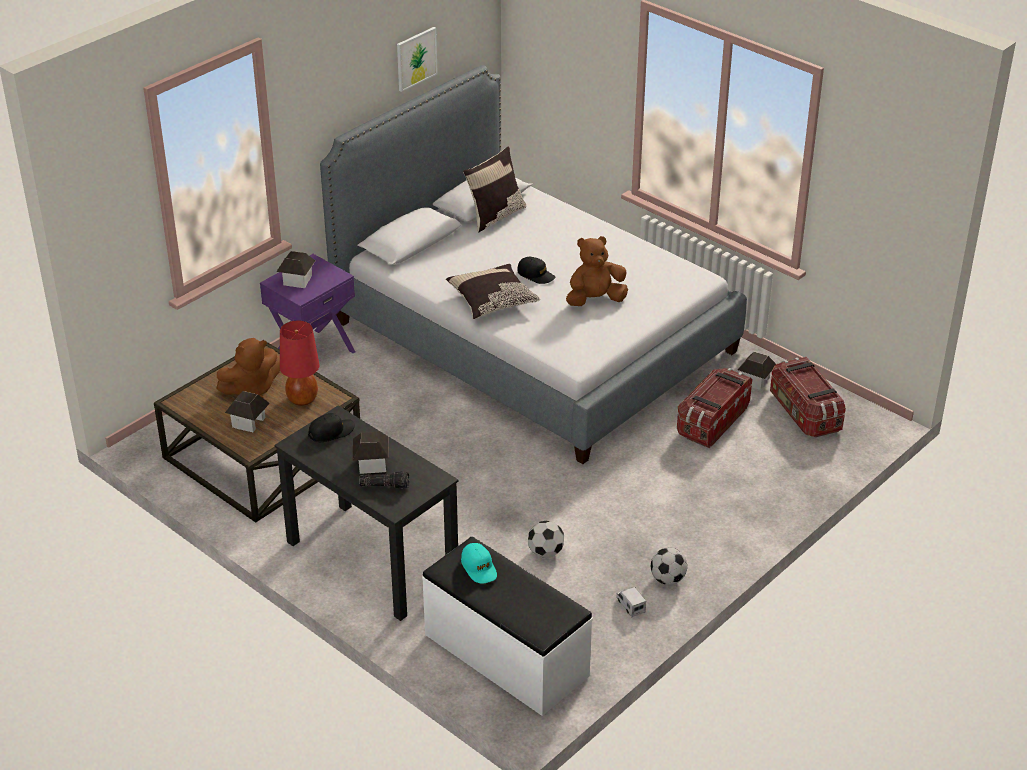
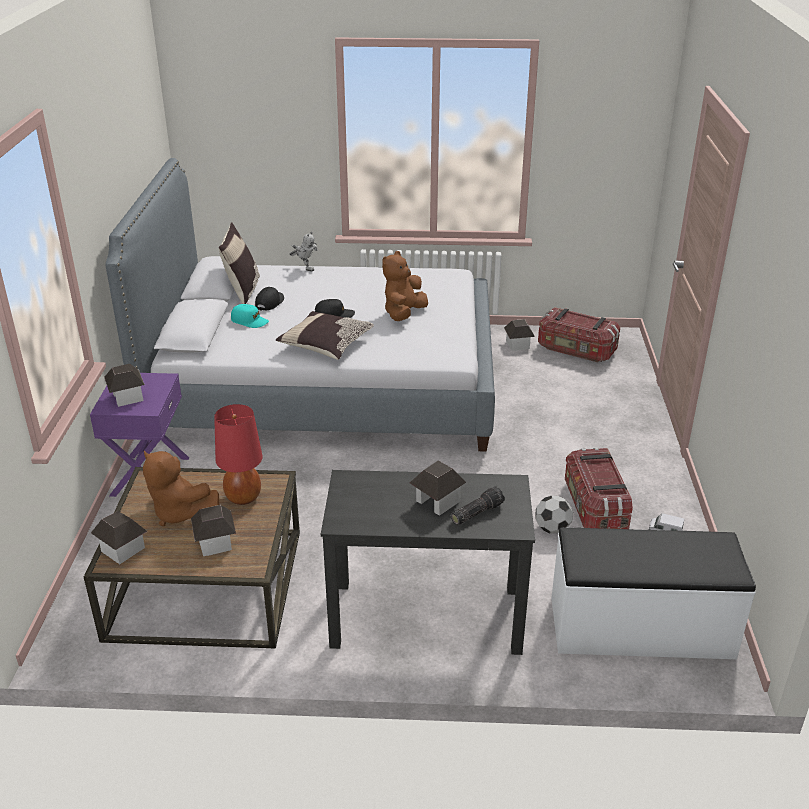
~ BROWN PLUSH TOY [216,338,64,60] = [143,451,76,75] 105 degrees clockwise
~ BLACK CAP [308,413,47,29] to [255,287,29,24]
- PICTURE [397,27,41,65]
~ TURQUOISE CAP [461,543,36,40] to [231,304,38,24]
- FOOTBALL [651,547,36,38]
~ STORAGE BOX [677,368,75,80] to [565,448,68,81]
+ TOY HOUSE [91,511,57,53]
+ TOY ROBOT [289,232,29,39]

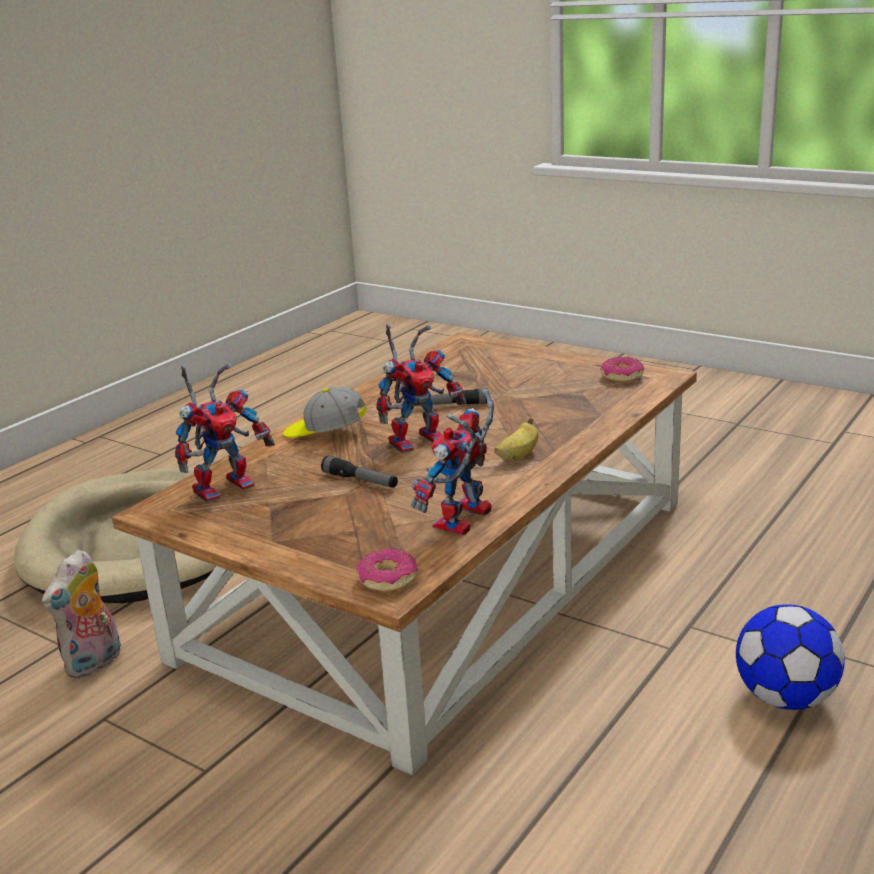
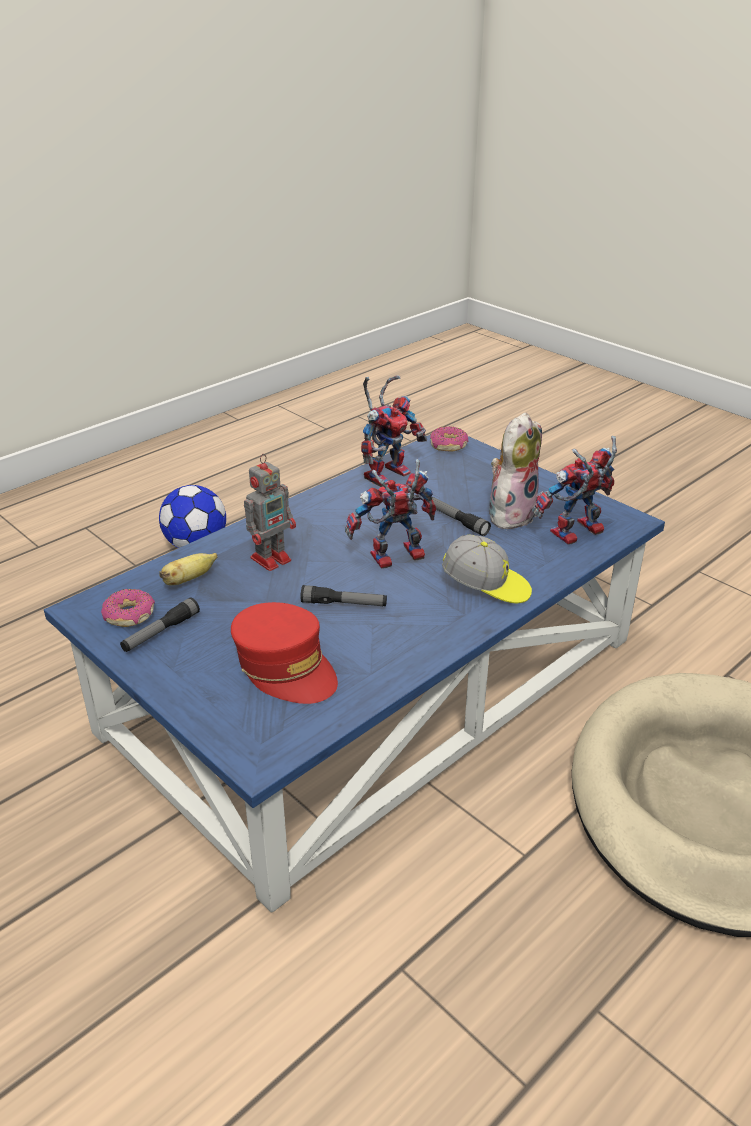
~ PLUSH TOY [42,549,79,130] to [489,412,53,117]
~ BROWN COFFEE TABLE [112,332,585,444] to BLUE COFFEE TABLE [44,434,621,479]
~ BANANA [494,418,45,43] to [159,553,58,32]
+ FLASHLIGHT [120,597,80,55]
+ RED CAP [231,602,107,102]
+ TOY ROBOT [244,454,52,117]

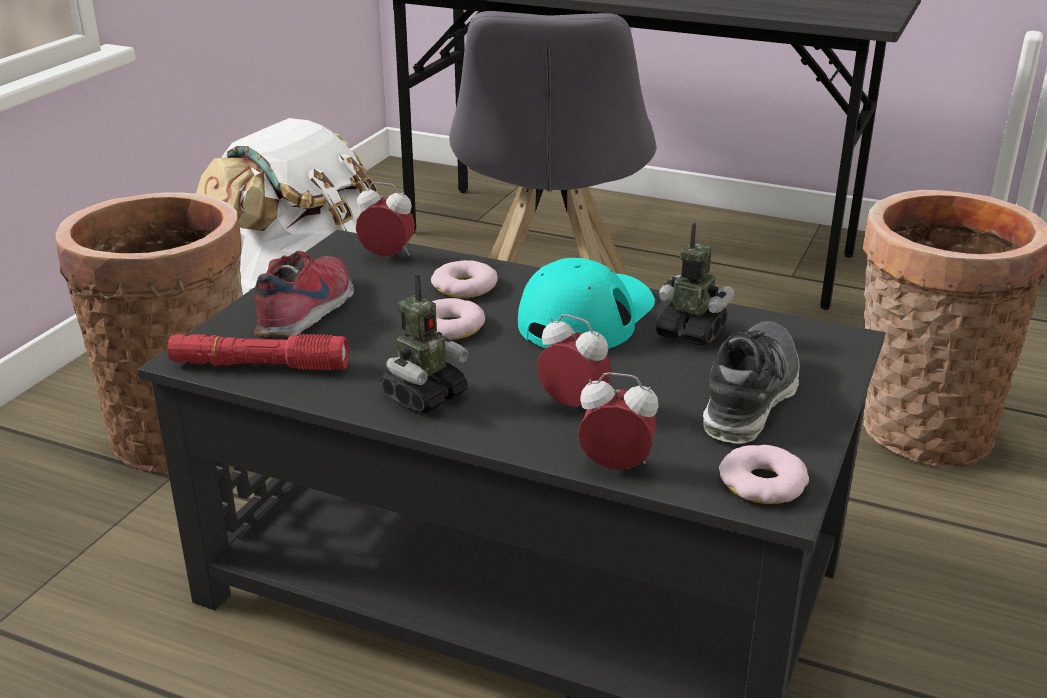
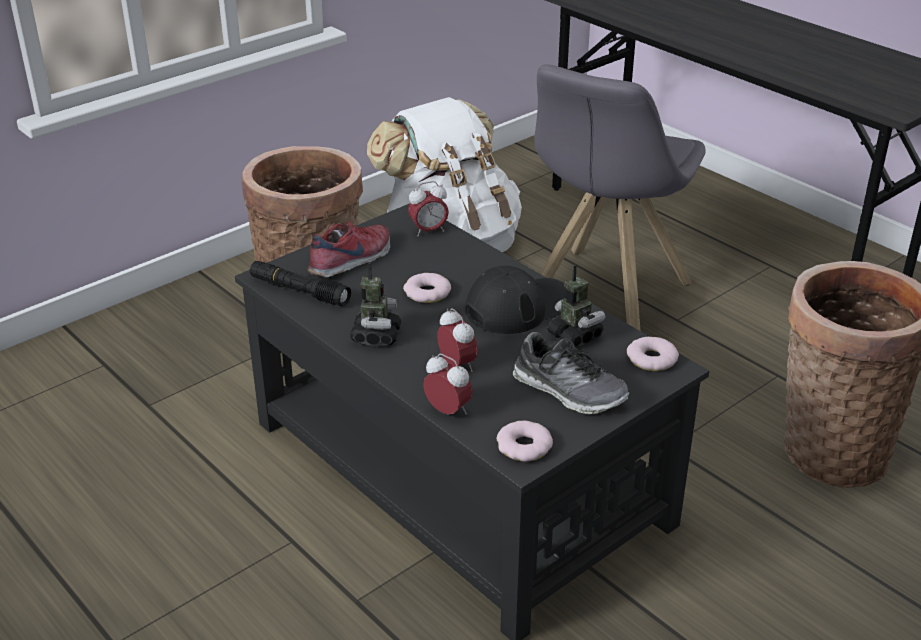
~ RED FLASHLIGHT [167,334,182,36] to BLACK FLASHLIGHT [250,261,101,45]
~ ALARM CLOCK [356,182,59,74] = [408,181,41,55] 120 degrees clockwise
~ TOY ROBOT [380,273,89,140] = [350,263,51,83] 60 degrees counterclockwise
~ DONUT [431,260,67,38] to [627,337,52,34]
~ TURQUOISE CAP [518,258,137,91] to BLACK CAP [466,265,99,69]
~ SHOE [703,321,96,123] = [513,332,117,82] 75 degrees clockwise

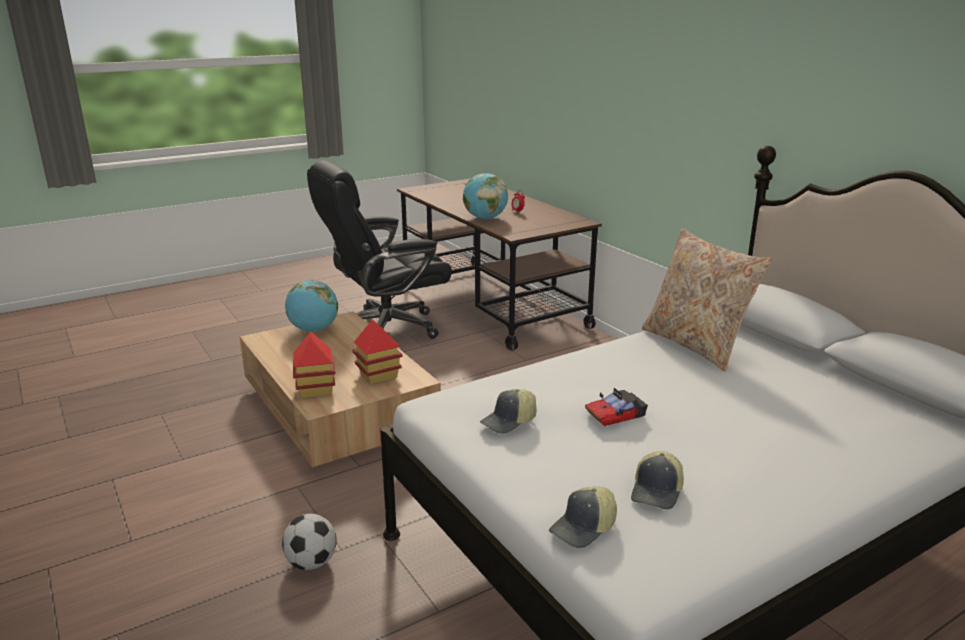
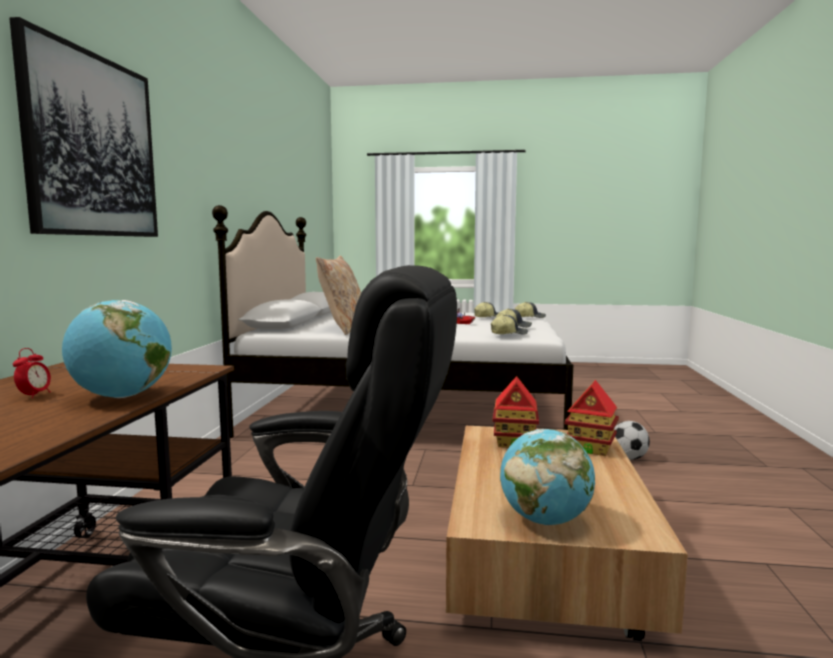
+ PICTURE [9,17,149,220]
+ CAP [491,315,37,20]

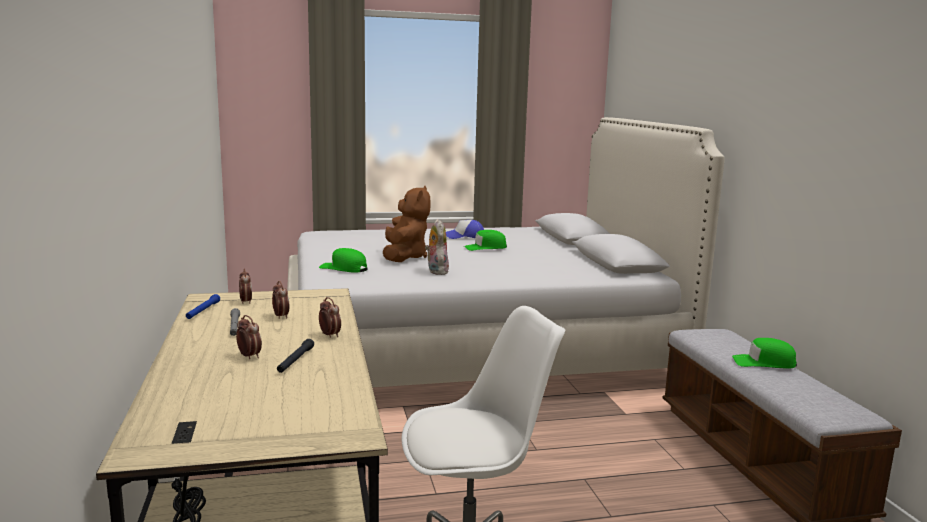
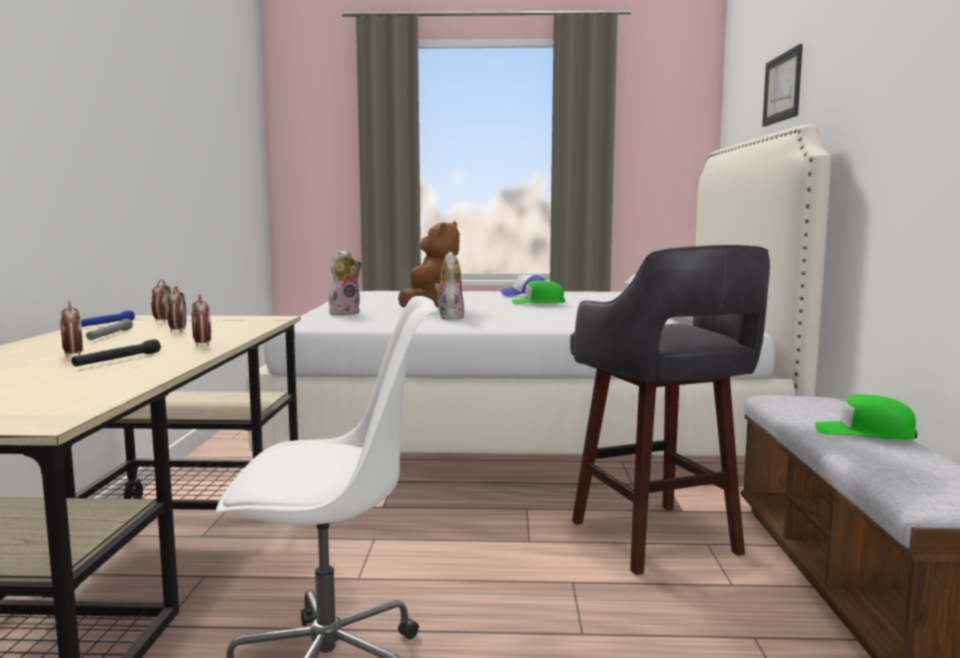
~ GREEN CAP [319,248,49,25] to PLUSH TOY [329,250,33,65]
+ GREY STOOL [570,245,200,330]
+ PICTURE [762,44,41,83]

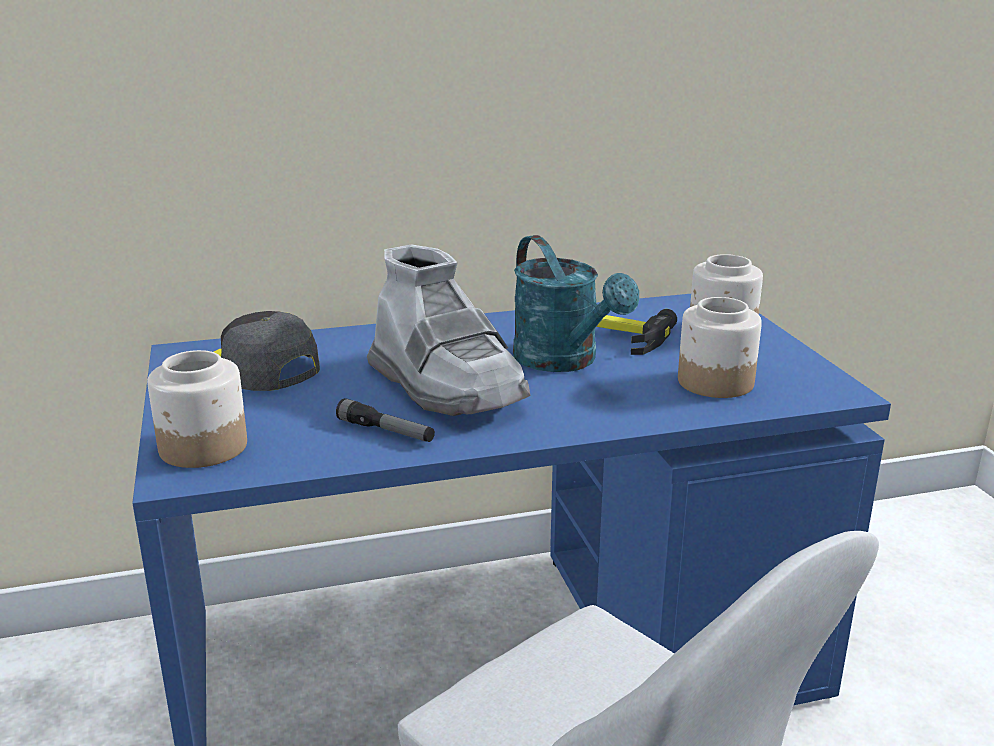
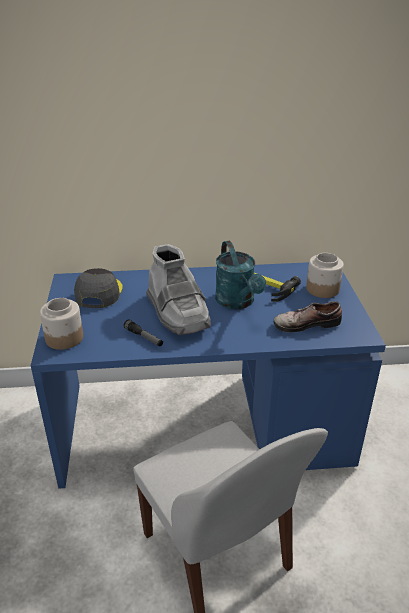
~ GREY CAP [214,311,106,80] = [74,268,49,40] 45 degrees clockwise
~ JAR [678,297,84,101] to SHOE [274,301,68,31]

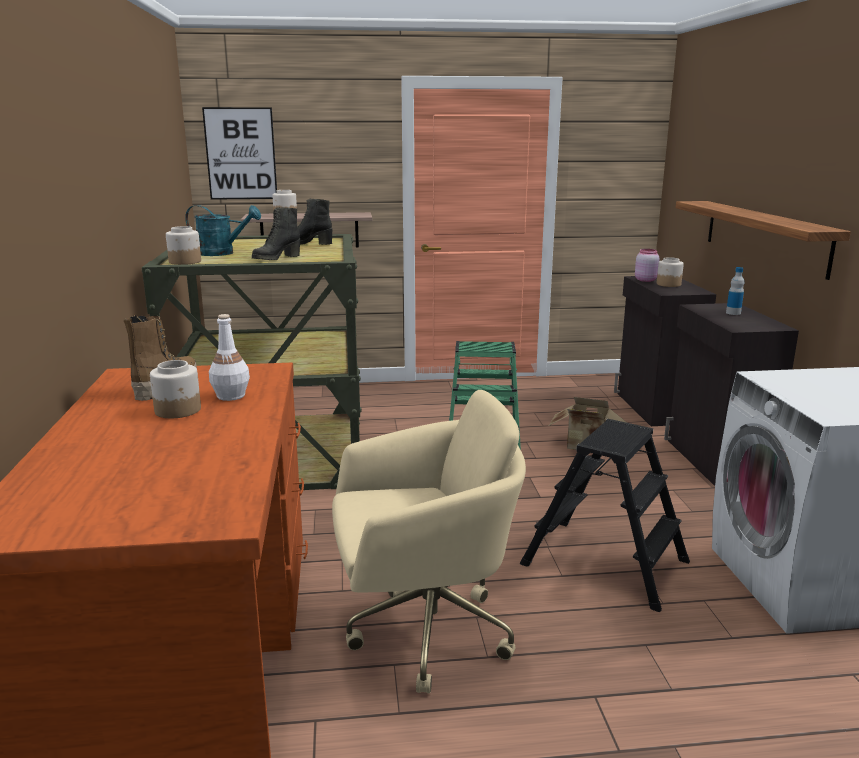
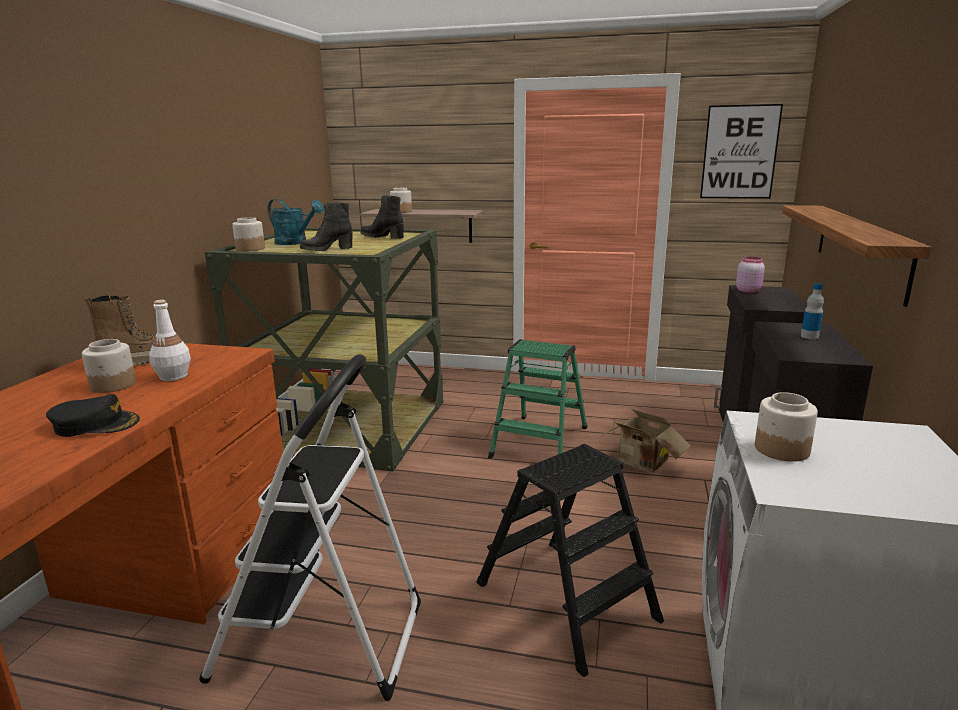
~ PICTURE [202,107,75,93] to [700,104,83,95]
~ BEIGE OFFICE CHAIR [332,390,194,303] to STEP LADDER [199,354,222,347]
~ JAR [657,257,27,30] to [755,392,63,70]
+ BLACK CAP [46,394,94,43]

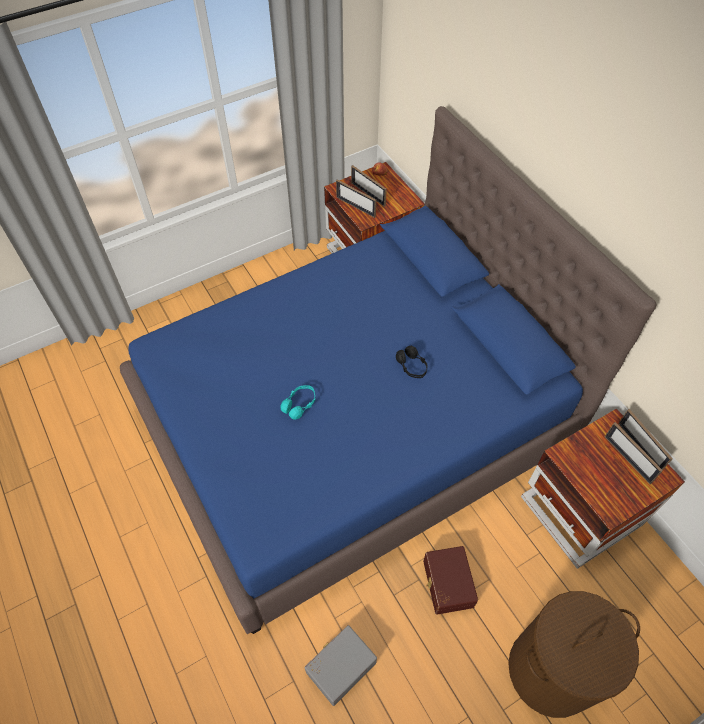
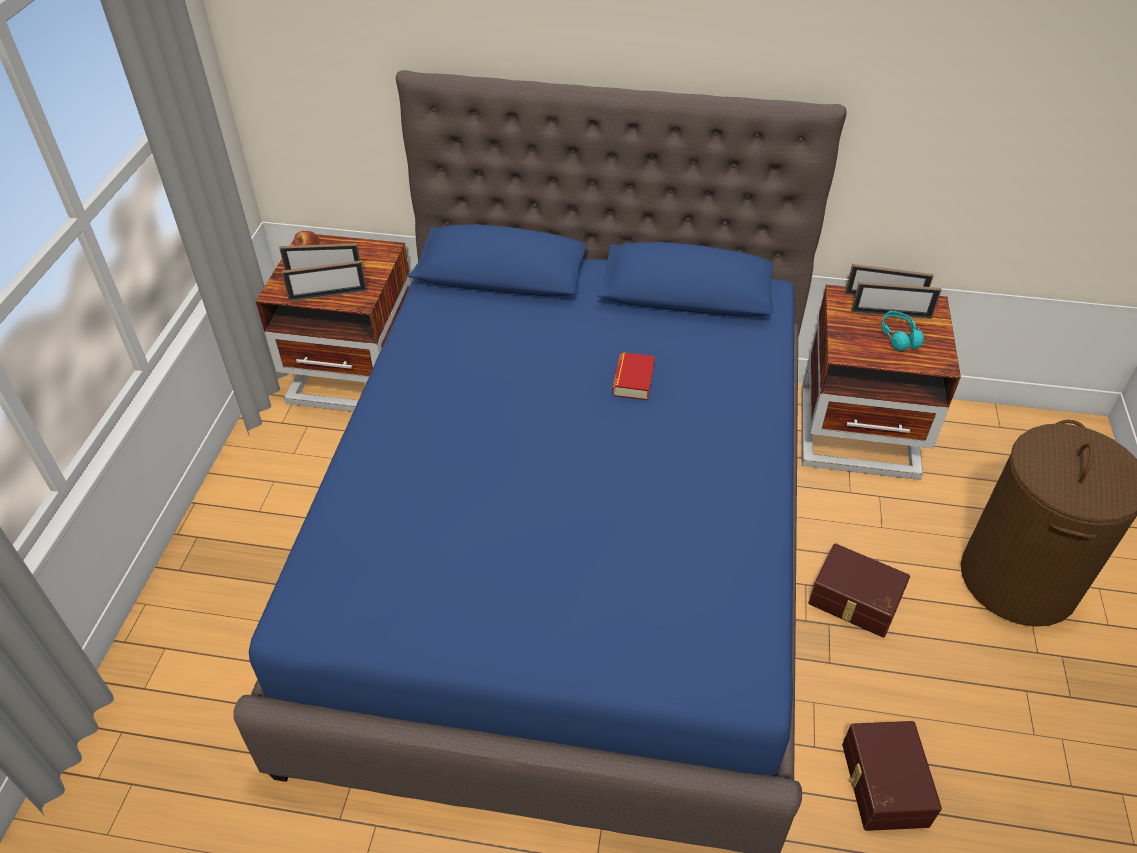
~ TURQUOISE HEADPHONES [281,385,34,35] to [881,311,43,40]
~ GREY STORAGE BOX [305,625,72,81] to BROWN STORAGE BOX [842,721,100,110]
~ BLACK HEADPHONES [396,345,32,33] to BOOK [612,352,43,48]

